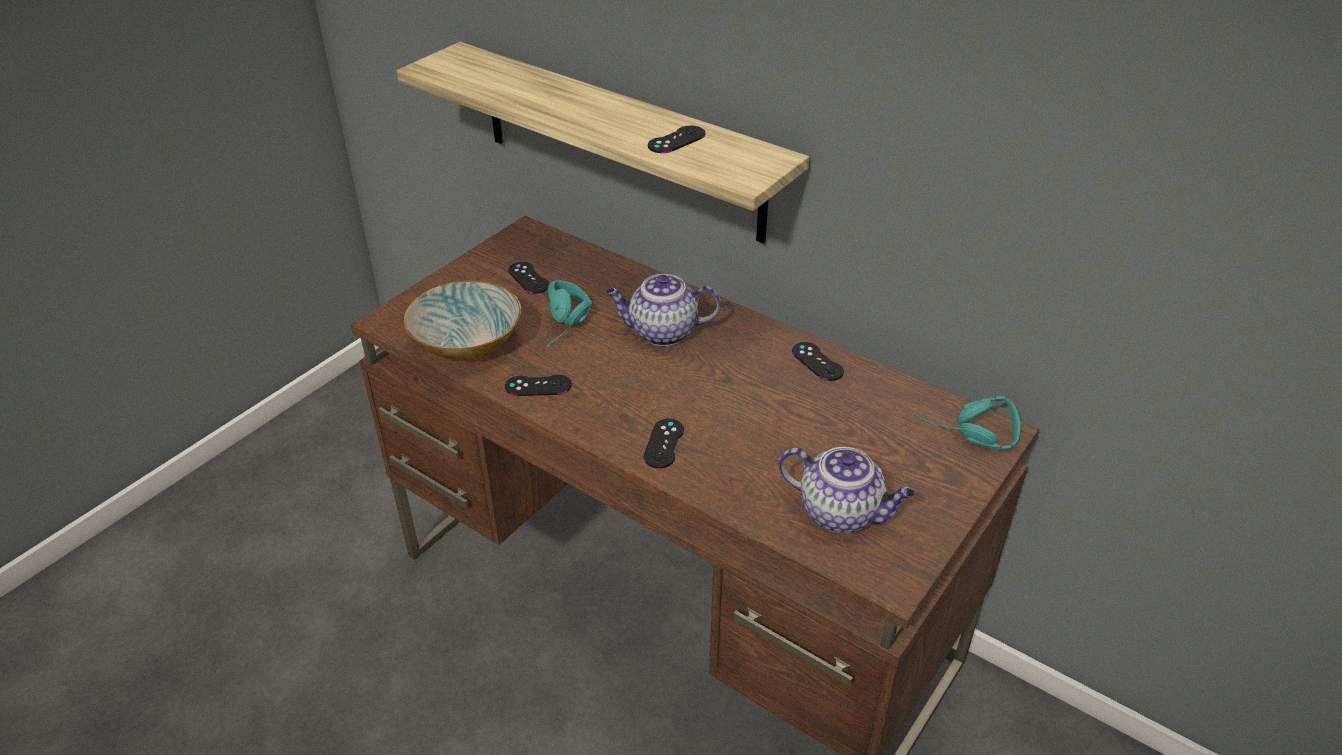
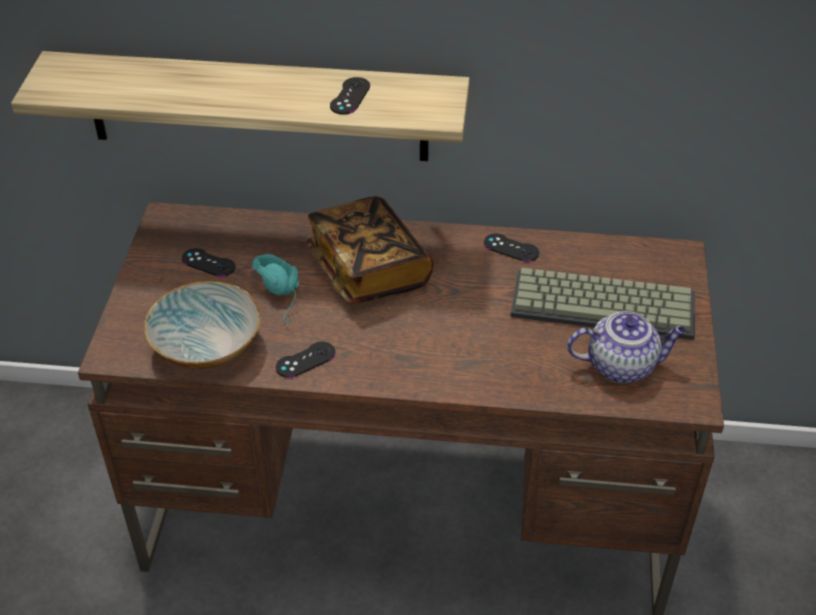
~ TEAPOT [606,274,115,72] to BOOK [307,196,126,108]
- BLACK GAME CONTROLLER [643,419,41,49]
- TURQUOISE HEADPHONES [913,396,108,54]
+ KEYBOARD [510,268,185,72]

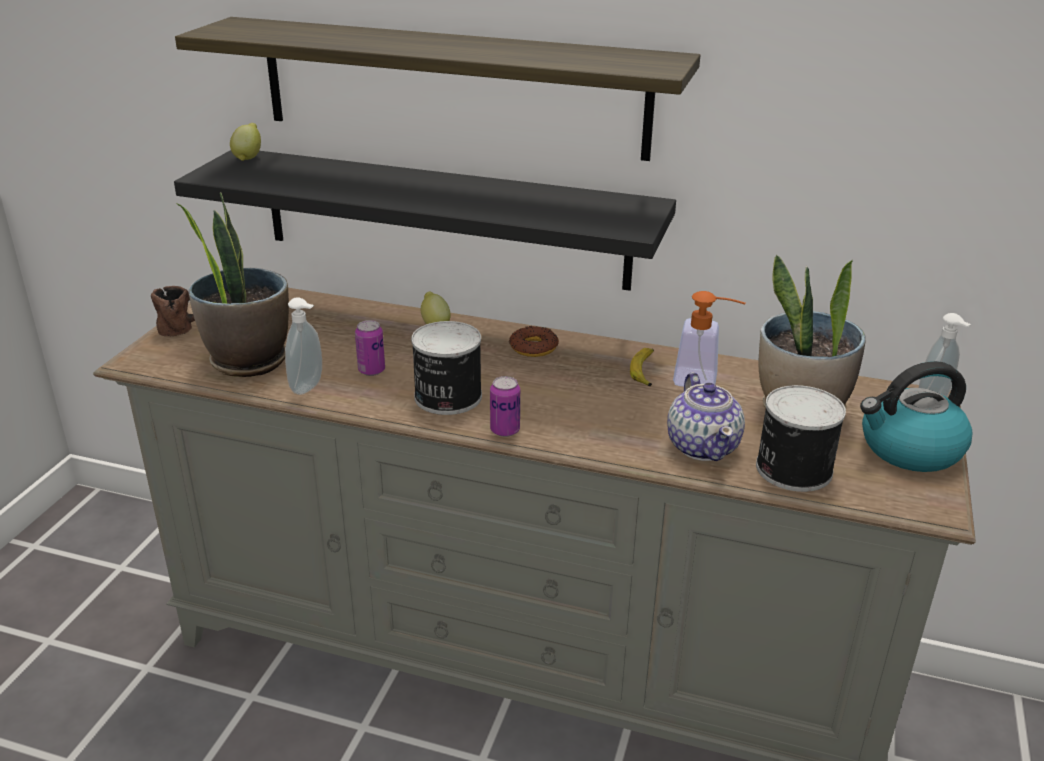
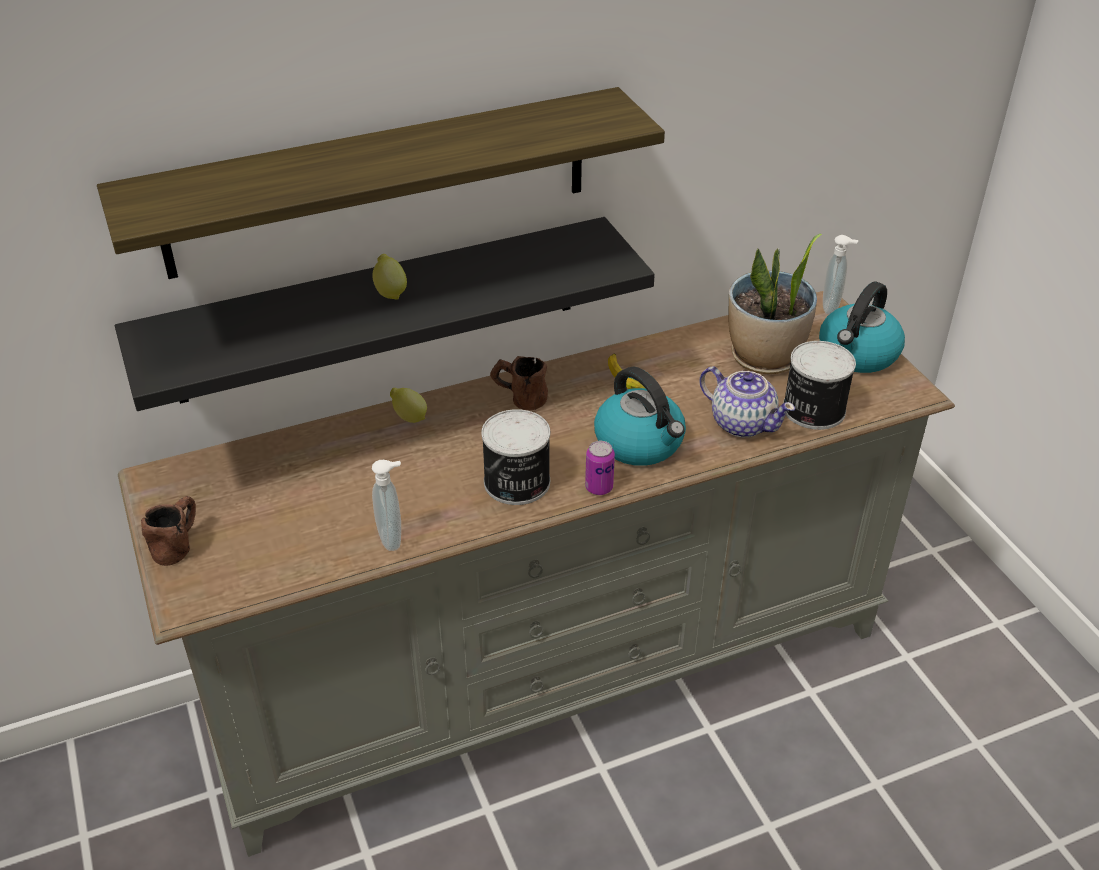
- POTTED PLANT [176,192,113,185]
~ LEMON [230,123,31,38] to [372,254,35,45]
- CAN [355,320,30,56]
~ DONUT [509,326,50,31] to BROWN MUG [490,356,58,54]
- SOAP DISPENSER [673,291,73,96]
+ KETTLE [594,366,92,100]

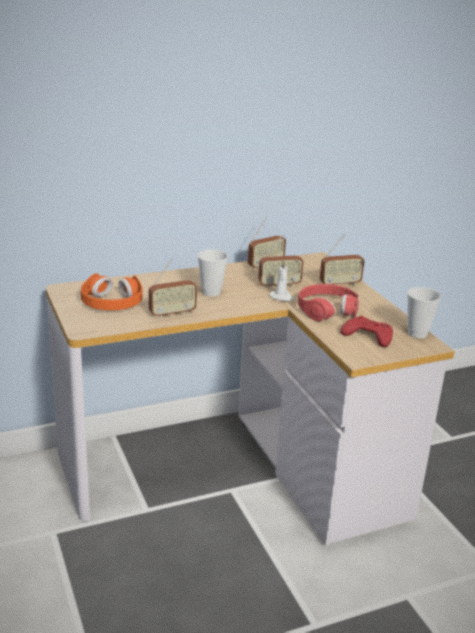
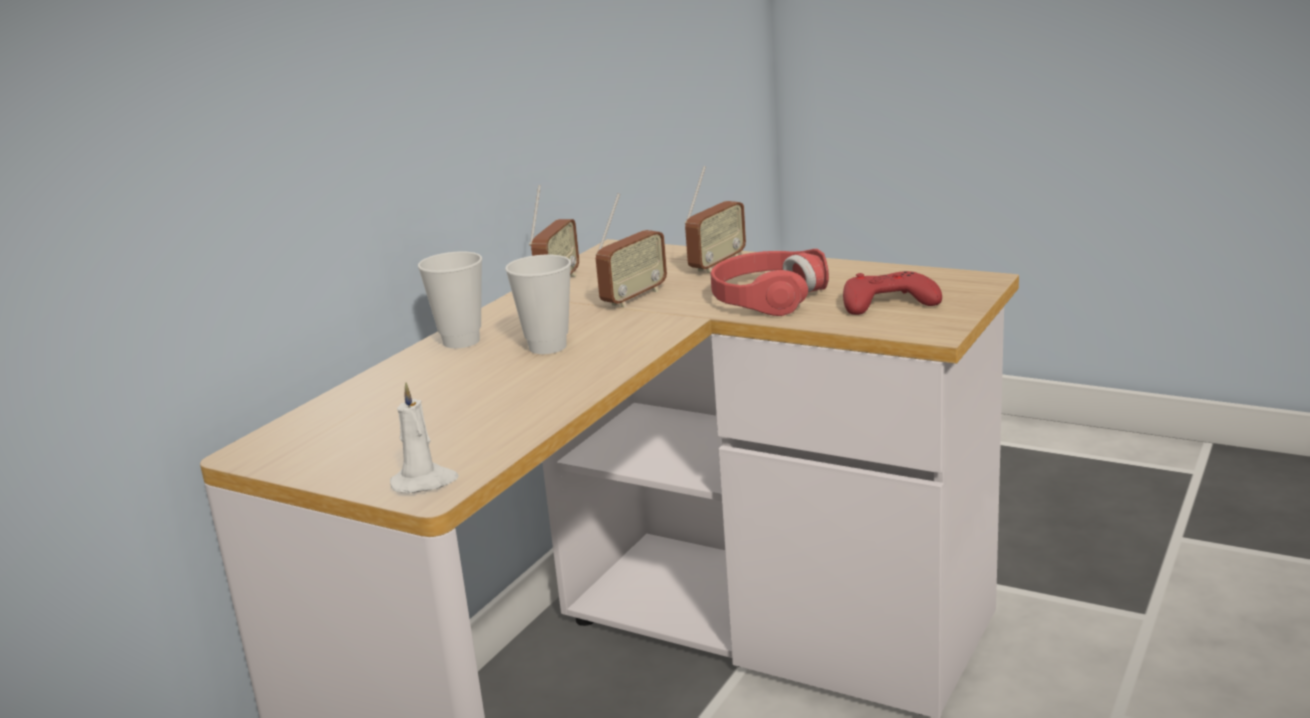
- ORANGE HEADPHONES [81,273,62,37]
- RADIO [149,259,48,60]
~ WHITE CANDLE [270,261,24,40] to [390,383,69,110]
~ CUP [407,287,34,51] to [418,251,64,97]

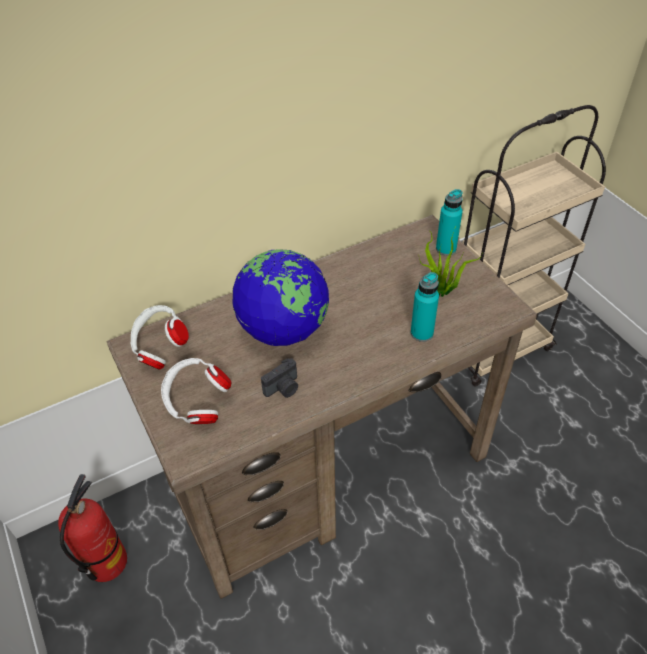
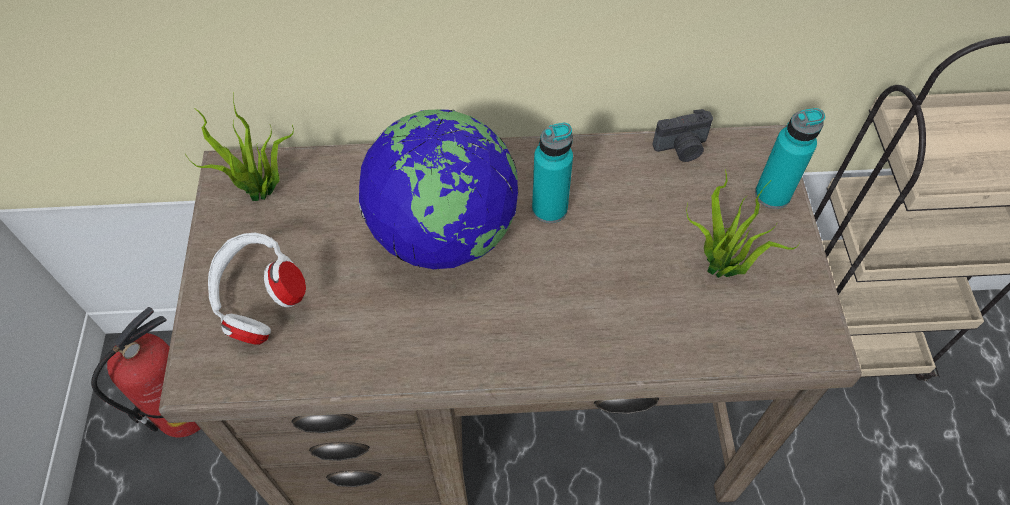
~ WHITE HEADPHONES [131,305,58,65] to POTTED PLANT [185,94,109,107]
~ PHOTO CAMERA [261,358,37,40] to [652,109,61,53]
~ TURQUOISE BOTTLE [411,272,28,70] to [532,123,41,100]

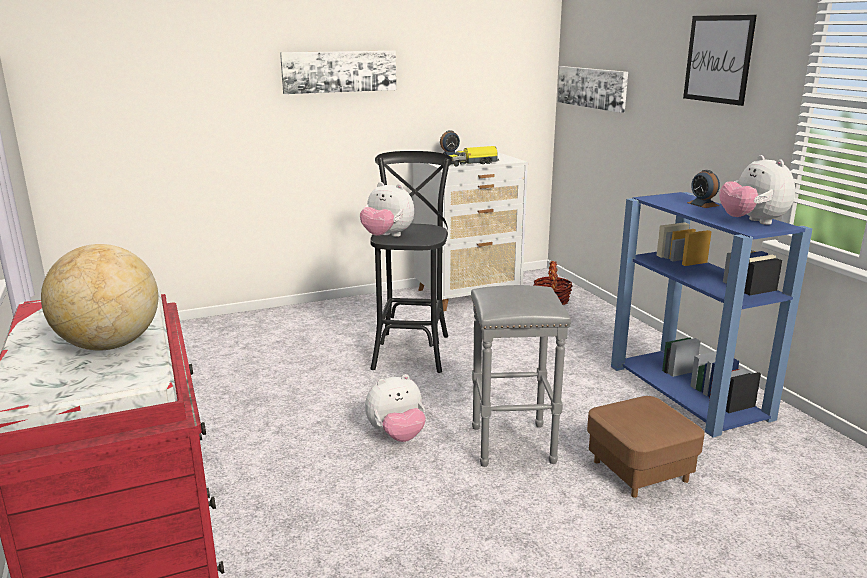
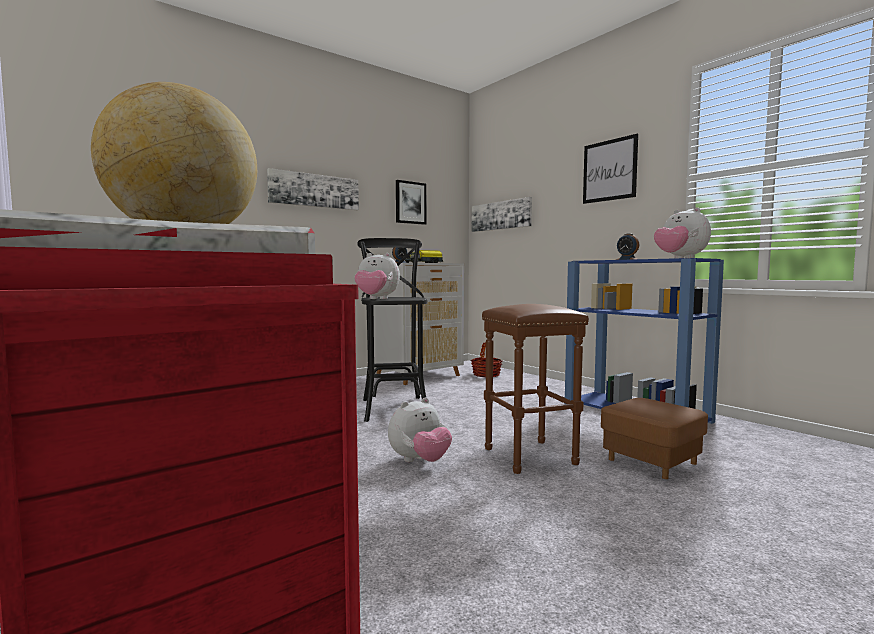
~ GREY STOOL [471,285,100,182] to BROWN STOOL [482,304,107,170]
+ PICTURE [396,180,30,45]

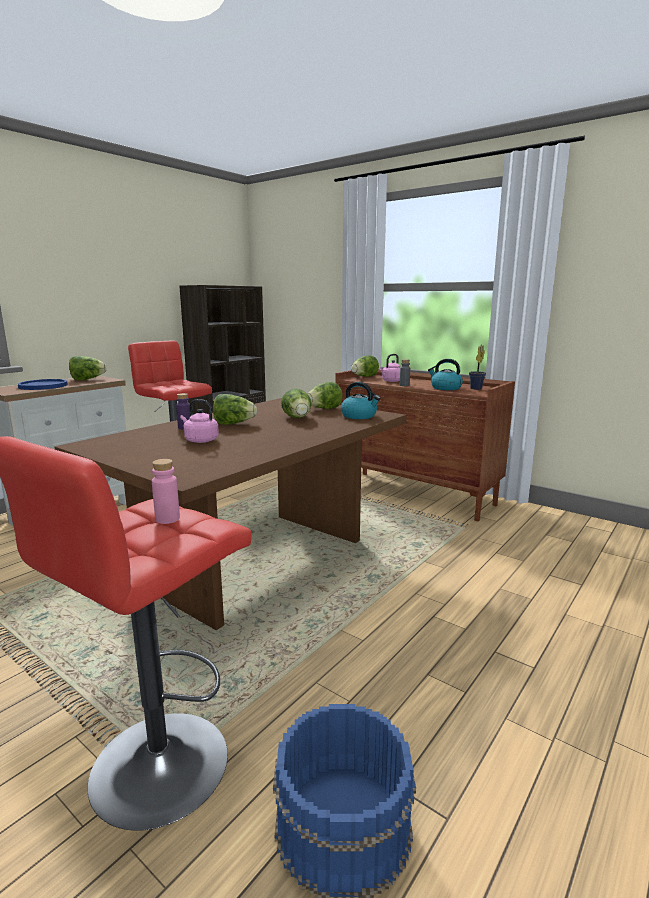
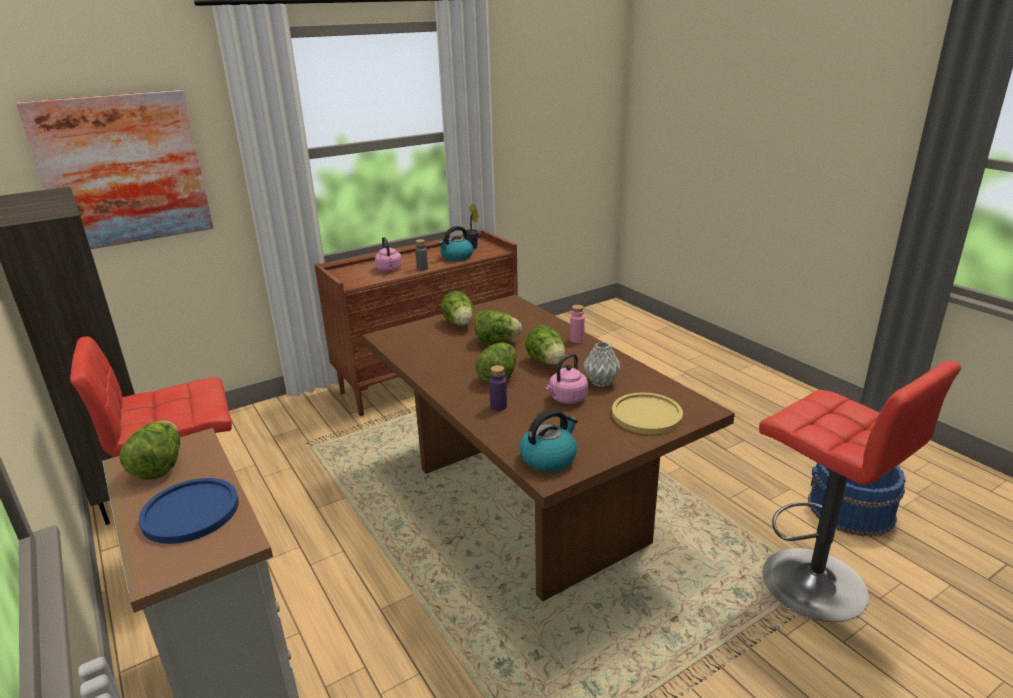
~ PINK BOTTLE [152,459,28,65] to [570,305,15,38]
~ KETTLE [341,382,40,37] to [519,409,59,63]
~ LETTUCE [351,356,28,21] to [525,325,40,40]
+ PICTURE [16,90,197,159]
+ GREY VASE [583,342,38,45]
+ YELLOW PLATE [612,393,71,41]

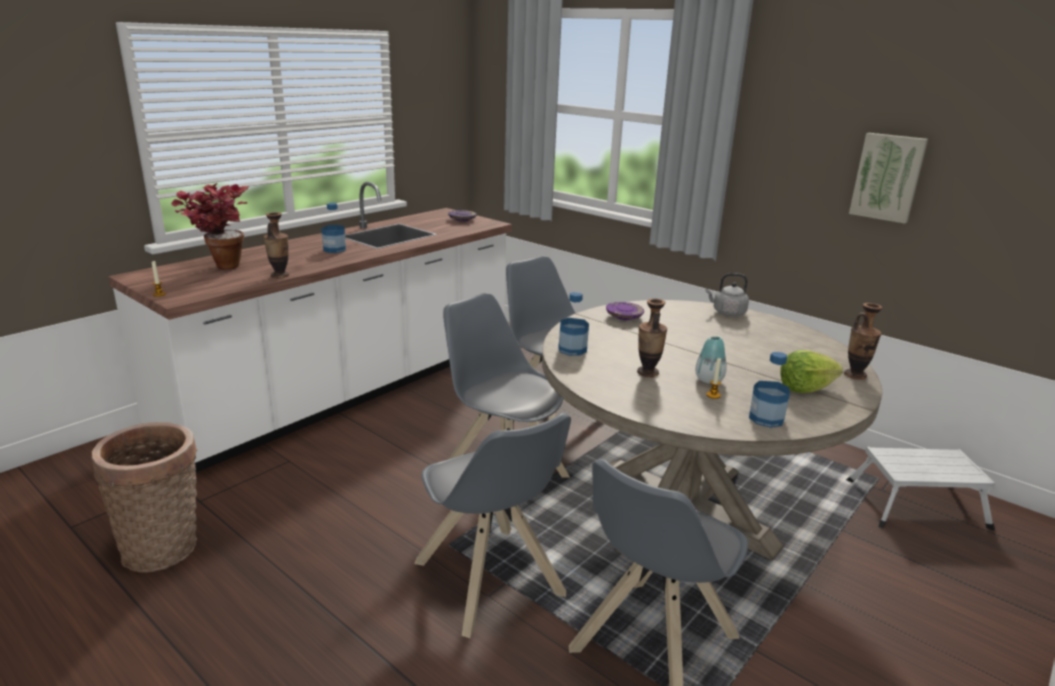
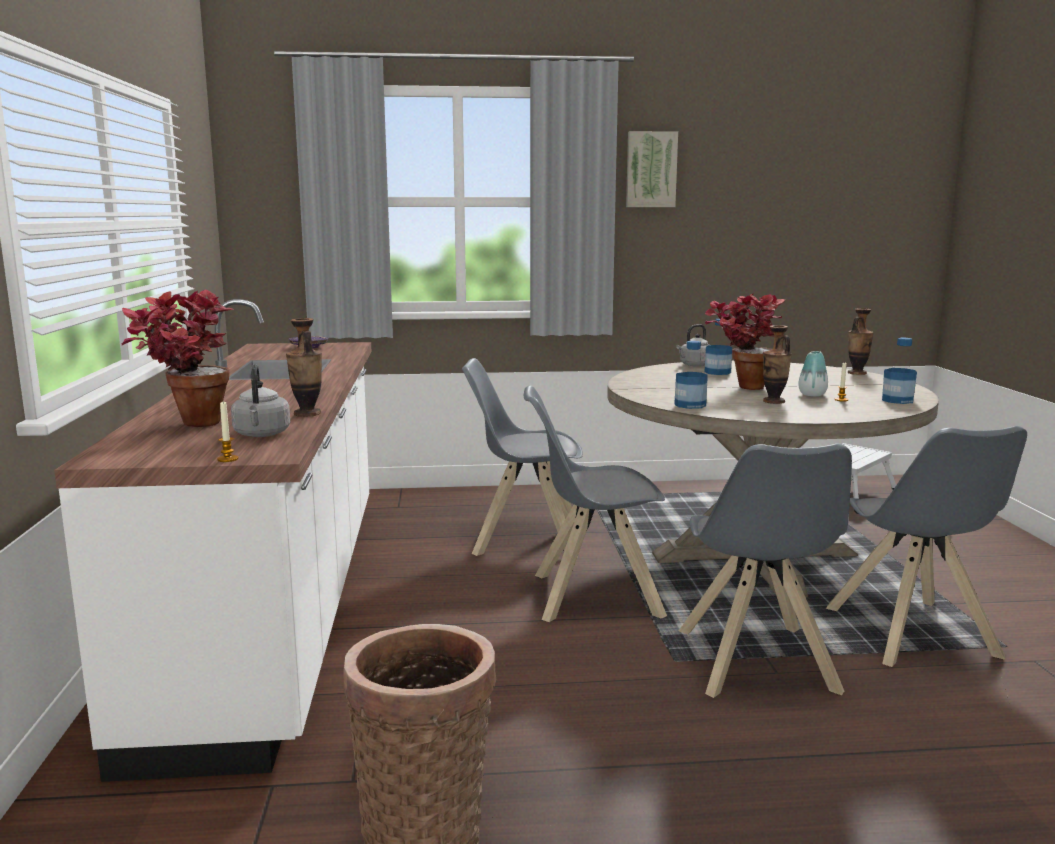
~ BOTTLE [321,203,25,50] to [705,319,27,56]
~ GREY CHAIR [414,413,157,225] = [679,443,173,255] 75 degrees clockwise
- PURPLE PLATE [606,302,38,18]
- LETTUCE [780,350,63,43]
~ PICTURE [849,133,79,91] to [626,131,52,76]
+ GREY KETTLE [231,364,59,73]
+ POTTED PLANT [705,293,80,97]

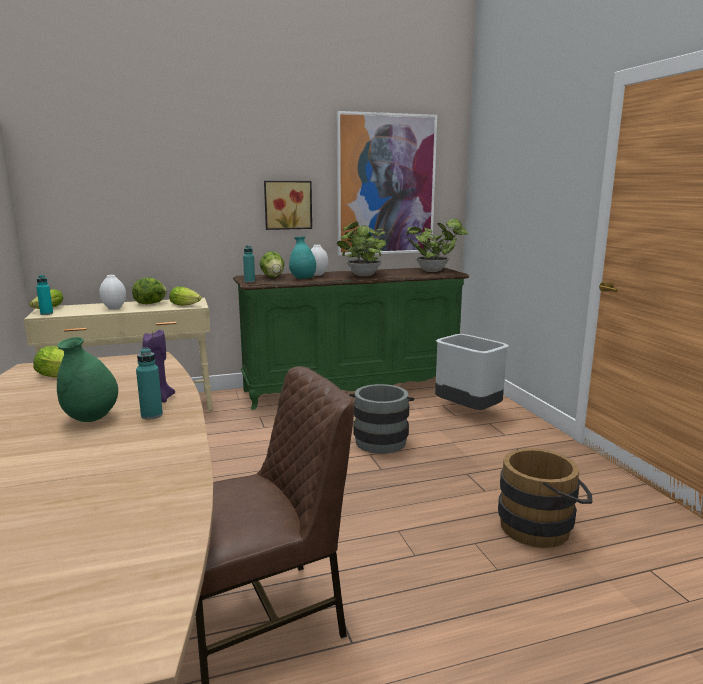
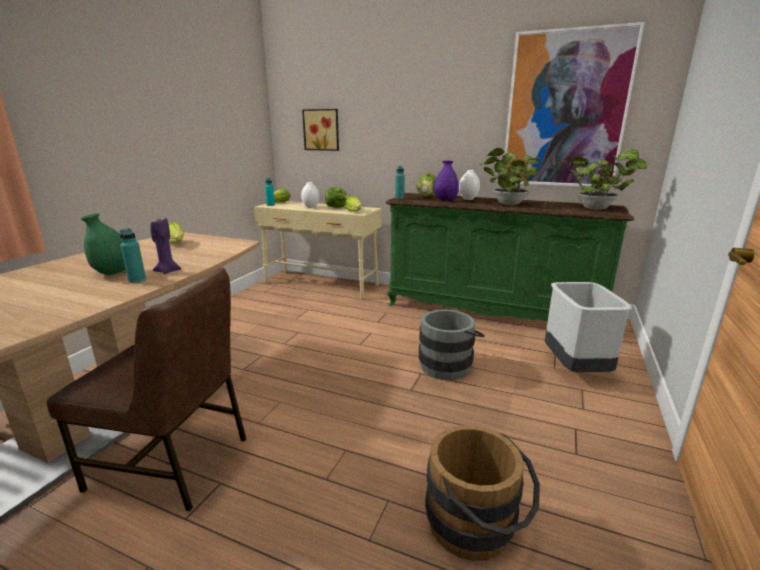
~ PICTURE [264,181,48,49] to [302,109,37,42]
~ TURQUOISE VASE [289,236,27,43] to PURPLE VASE [433,161,26,40]

